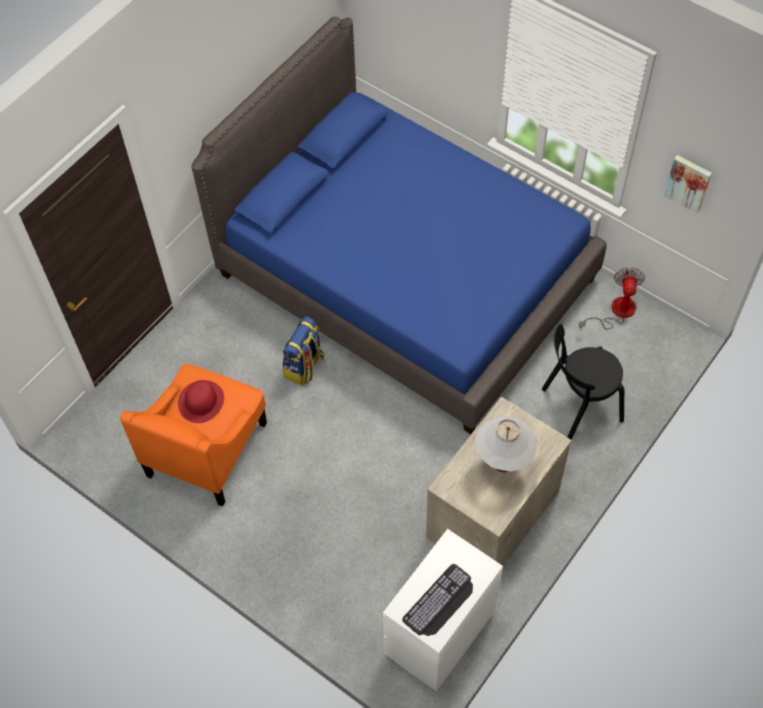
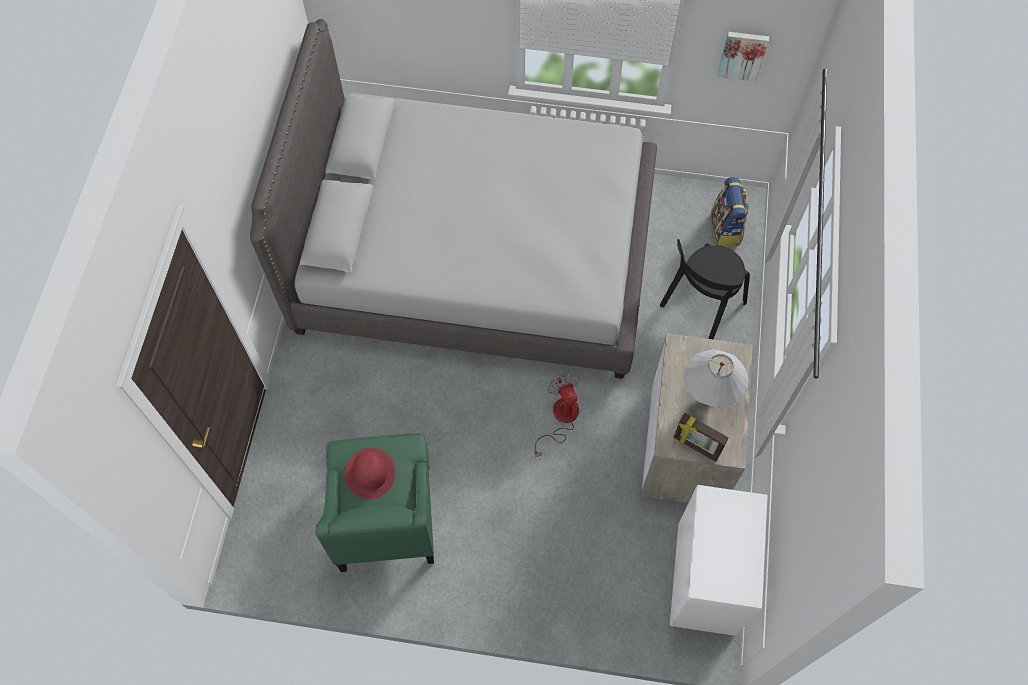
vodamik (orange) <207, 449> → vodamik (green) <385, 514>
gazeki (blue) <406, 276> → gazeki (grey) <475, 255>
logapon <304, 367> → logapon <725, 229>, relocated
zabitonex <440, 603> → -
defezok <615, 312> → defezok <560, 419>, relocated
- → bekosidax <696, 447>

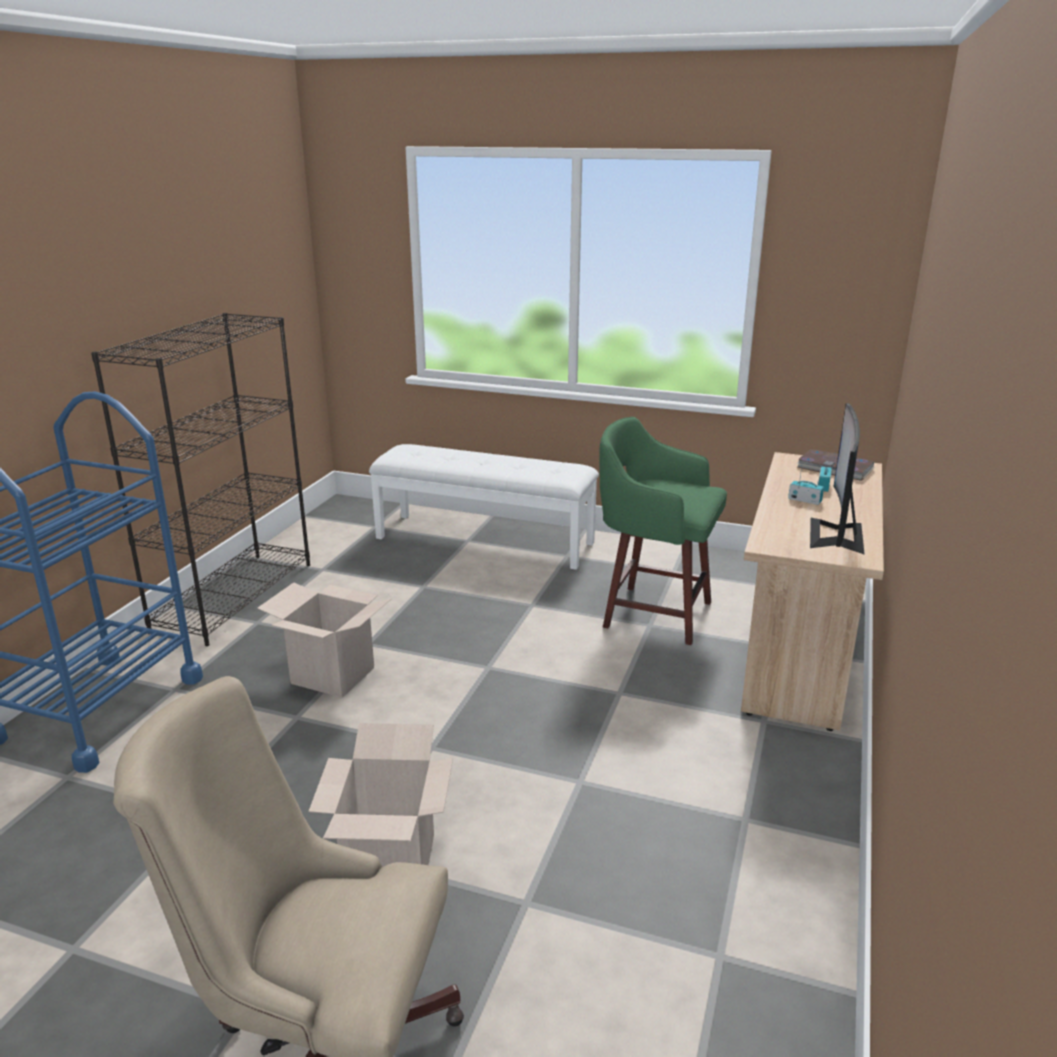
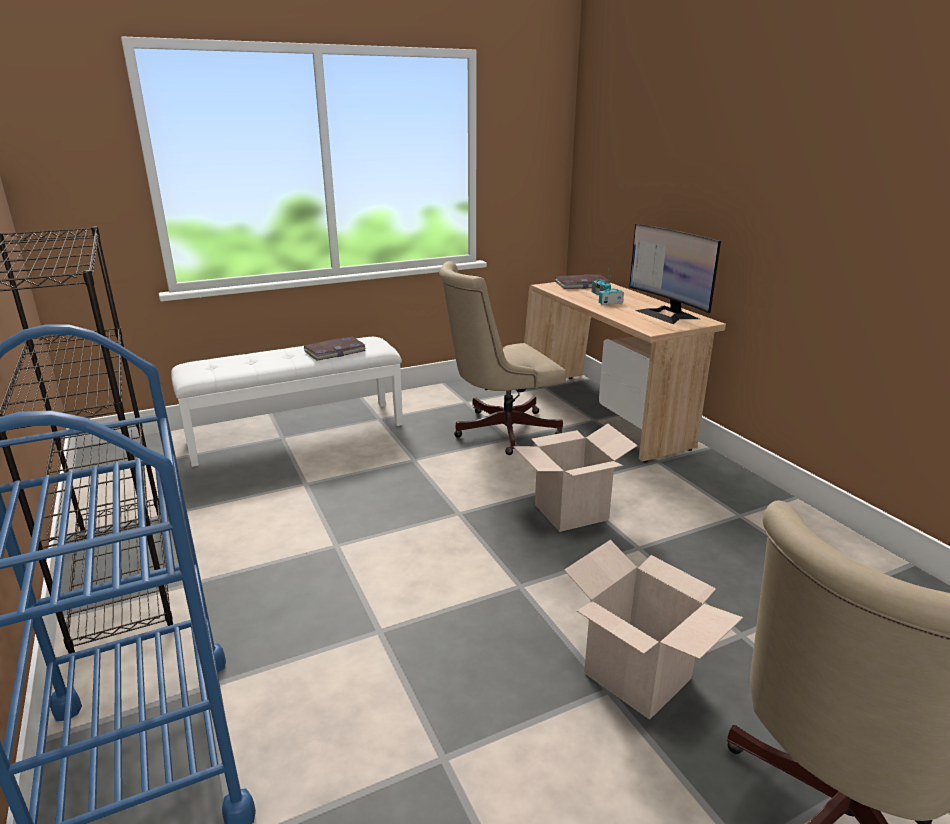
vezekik <333, 675> → vezekik <571, 512>, relocated
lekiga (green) <653, 613> → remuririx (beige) <499, 431>
- → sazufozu <335, 351>

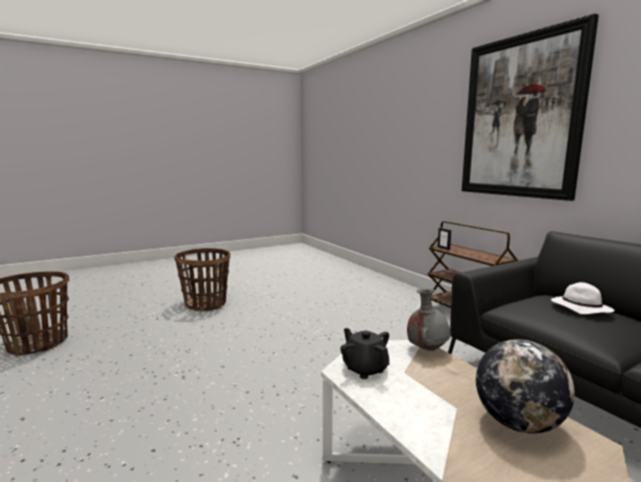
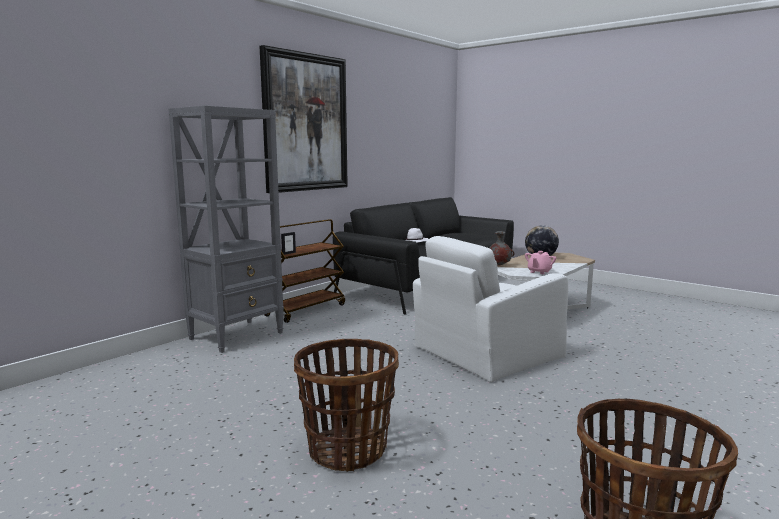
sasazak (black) <365, 369> → sasazak (pink) <539, 272>
- → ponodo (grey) <237, 335>
- → vodamik (white) <486, 352>

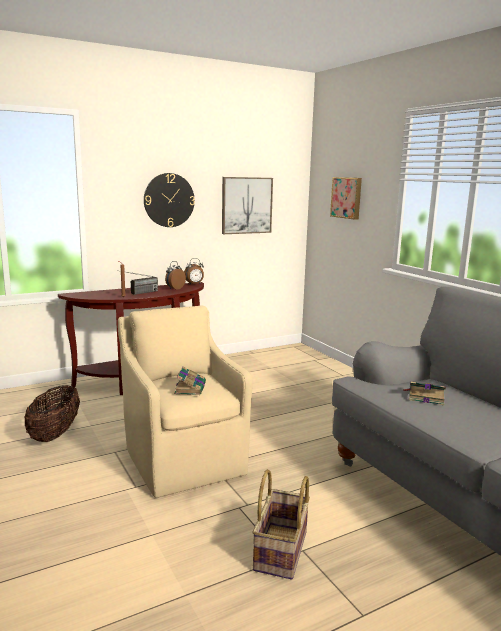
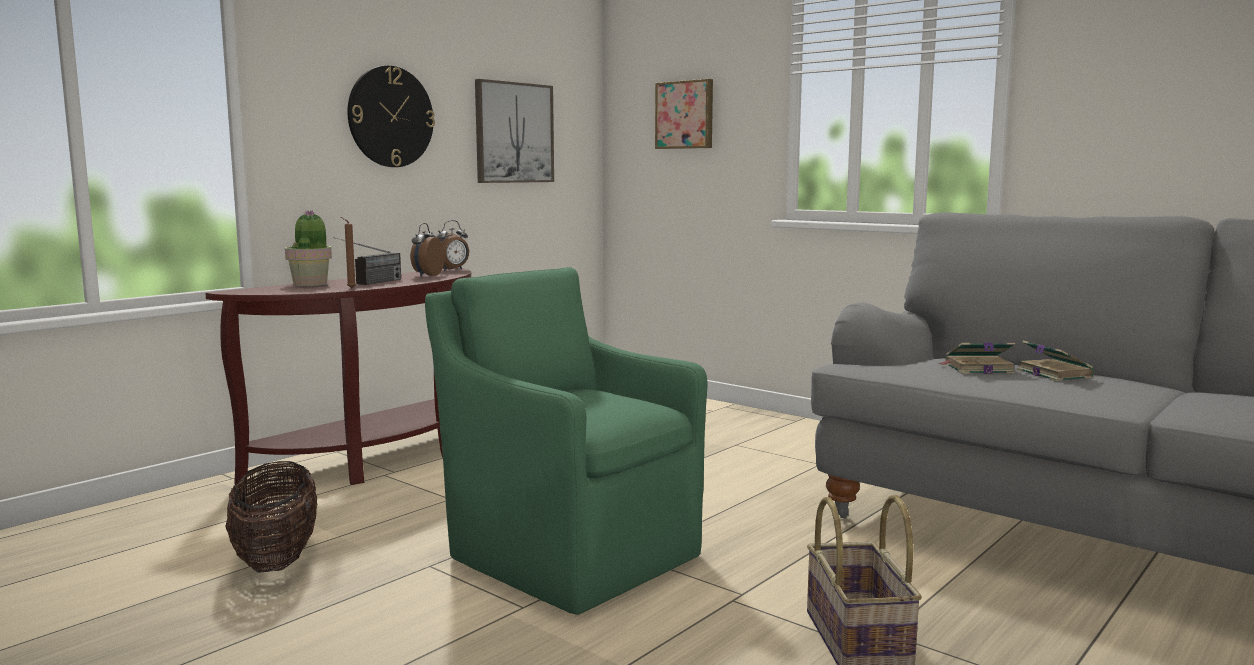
vodamik (beige) <184, 459> → vodamik (green) <570, 554>
sazufozu <190, 388> → sazufozu <1053, 373>, relocated
- → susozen <310, 284>

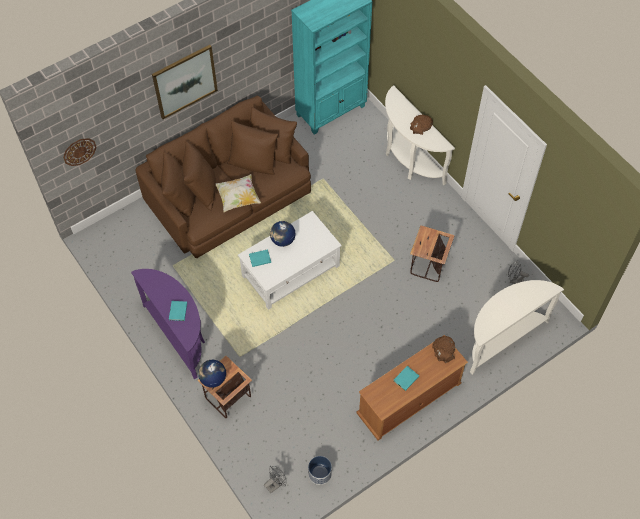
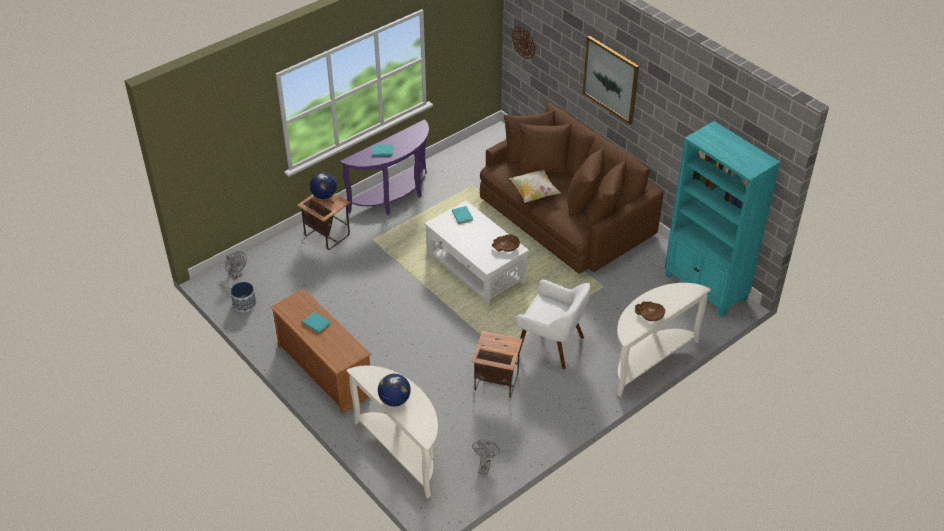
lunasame <283, 240> → lunasame <394, 400>, relocated
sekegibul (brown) <443, 351> → sekegibul (brown) <506, 247>, relocated
- → vodamik (white) <551, 345>

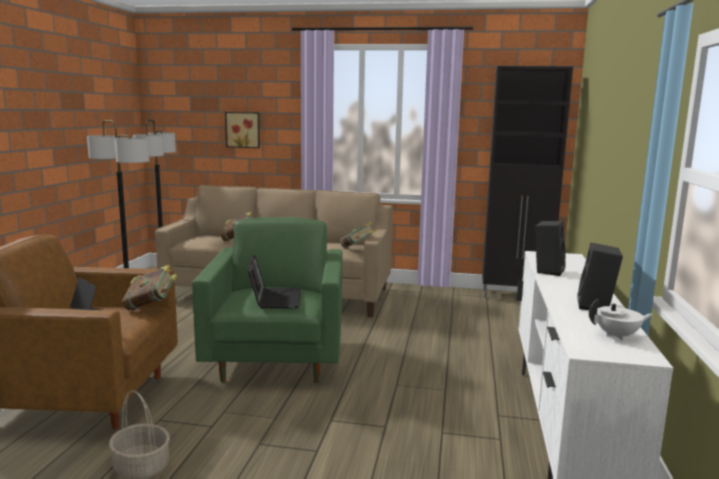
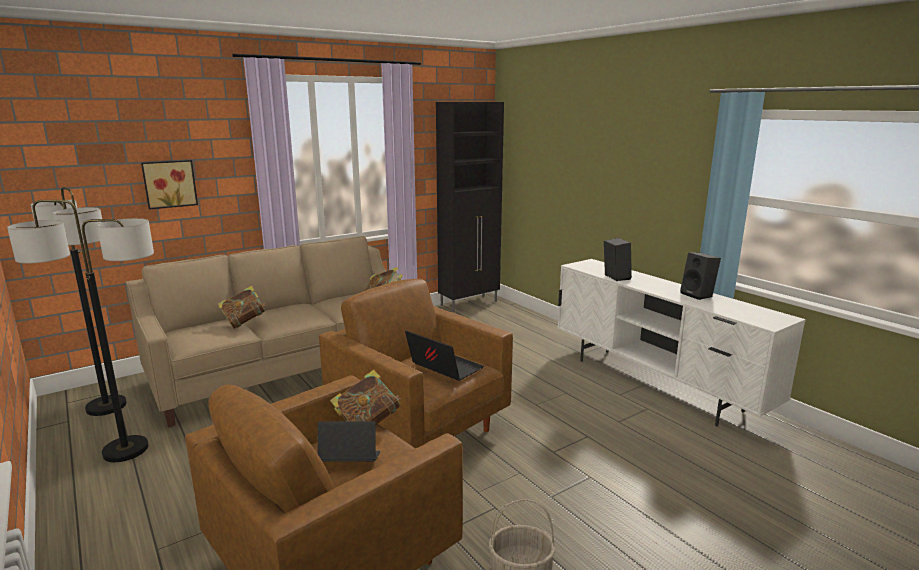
vodamik (green) <277, 359> → vodamik (brown) <420, 429>
sasazak (white) <617, 336> → -

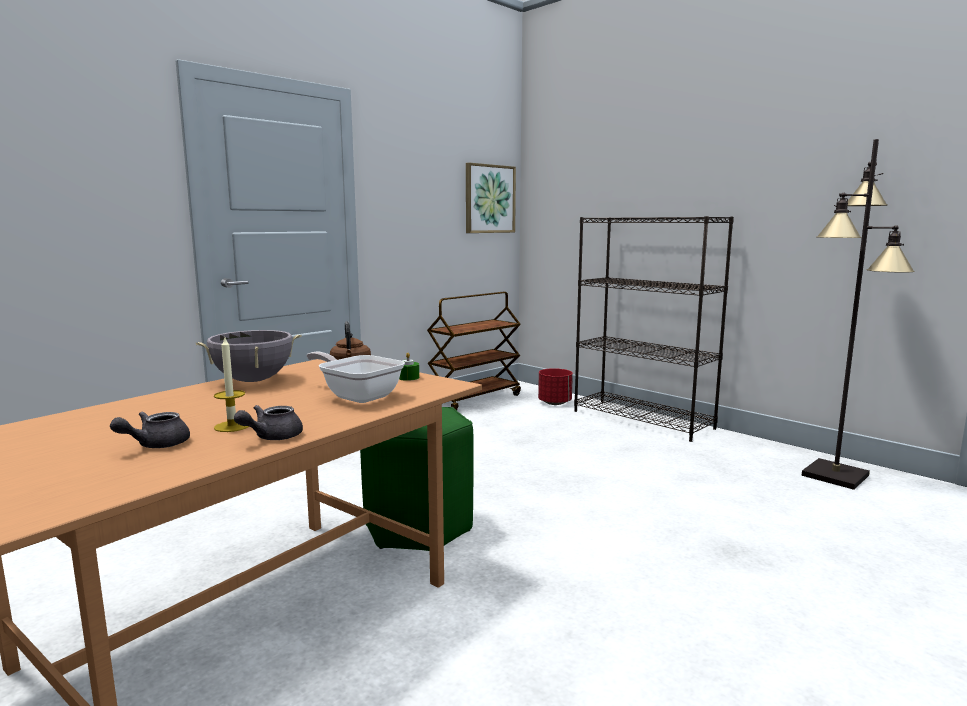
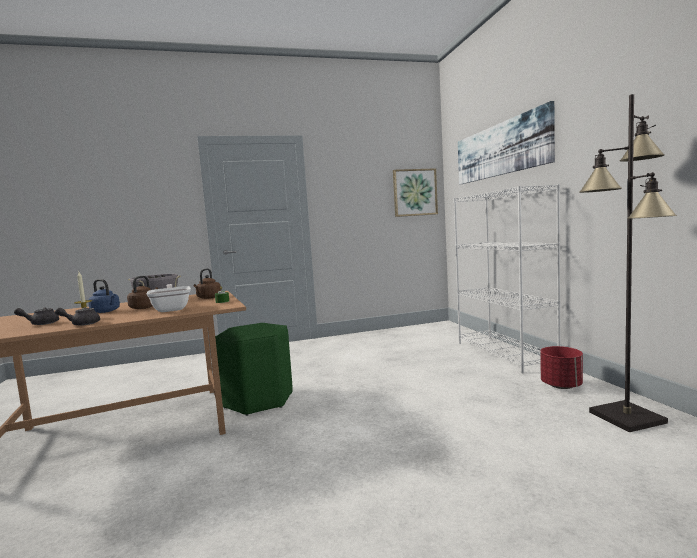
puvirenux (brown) <474, 399> → -
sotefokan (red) <554, 403> → sotefokan (red) <561, 385>, relocated
ponodo (black) <643, 420> → ponodo (white) <505, 353>
- → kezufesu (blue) <106, 311>
- → kezufesu (brown) <144, 307>
- → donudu <499, 150>

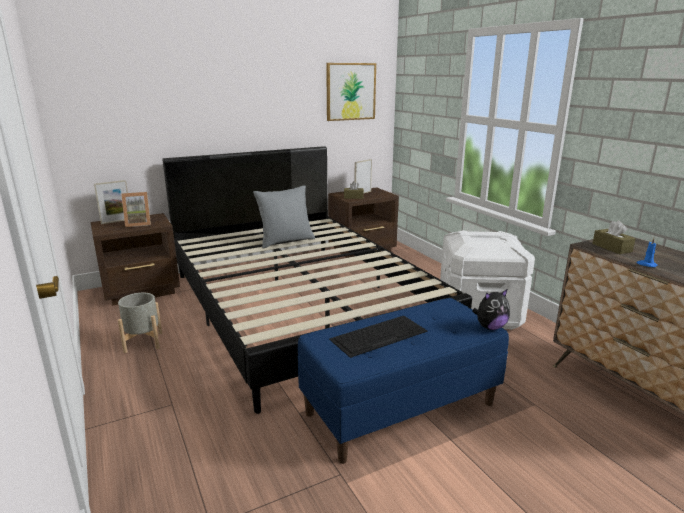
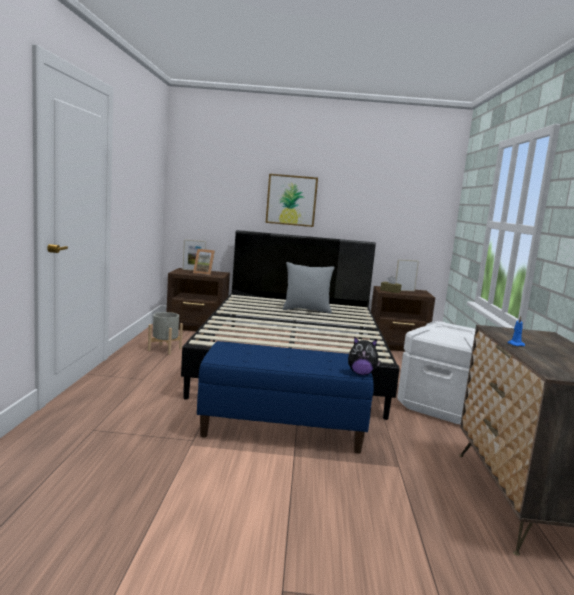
donudu <350, 91> → donudu <291, 200>, relocated
zabitonex <379, 335> → -
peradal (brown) <611, 248> → -

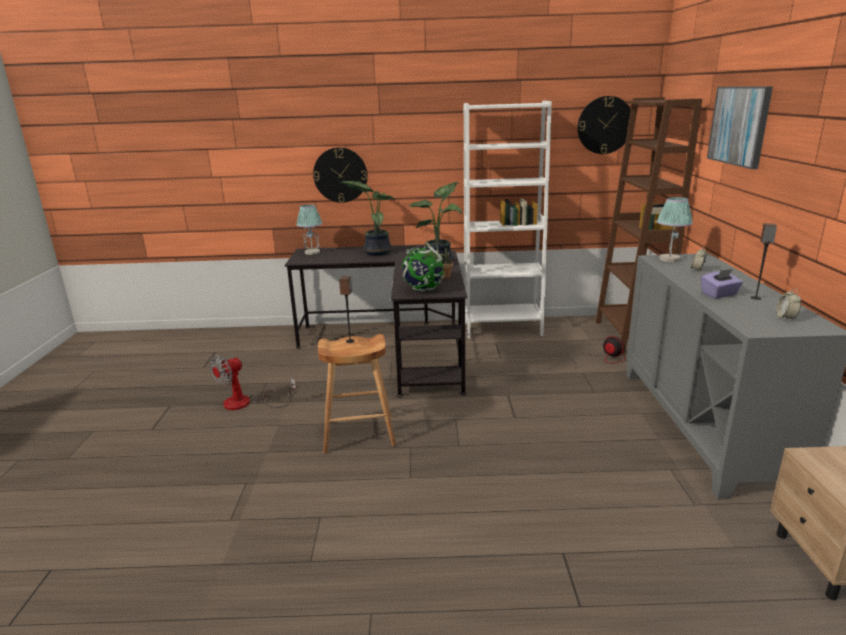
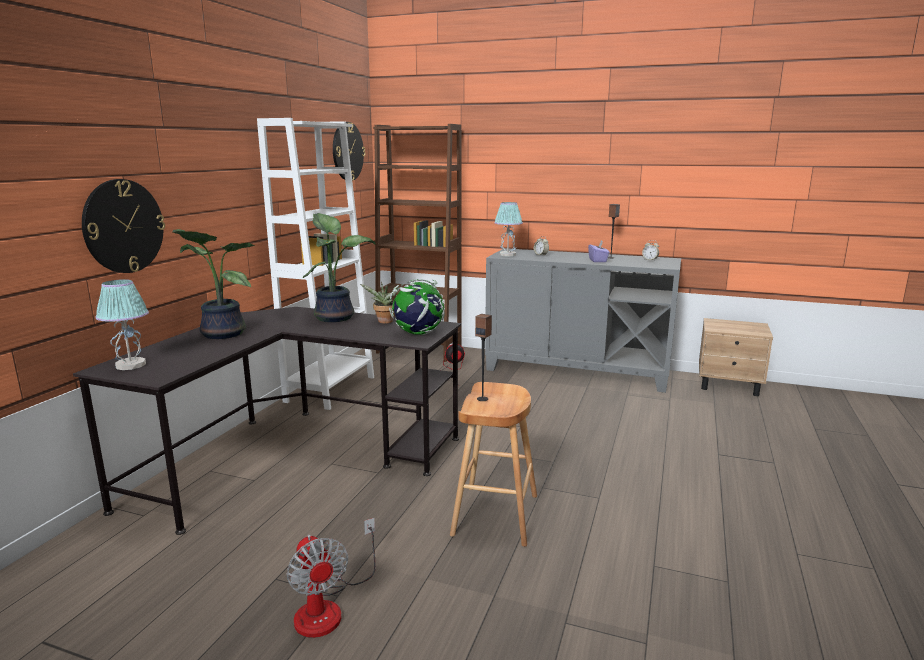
donudu <739, 125> → -

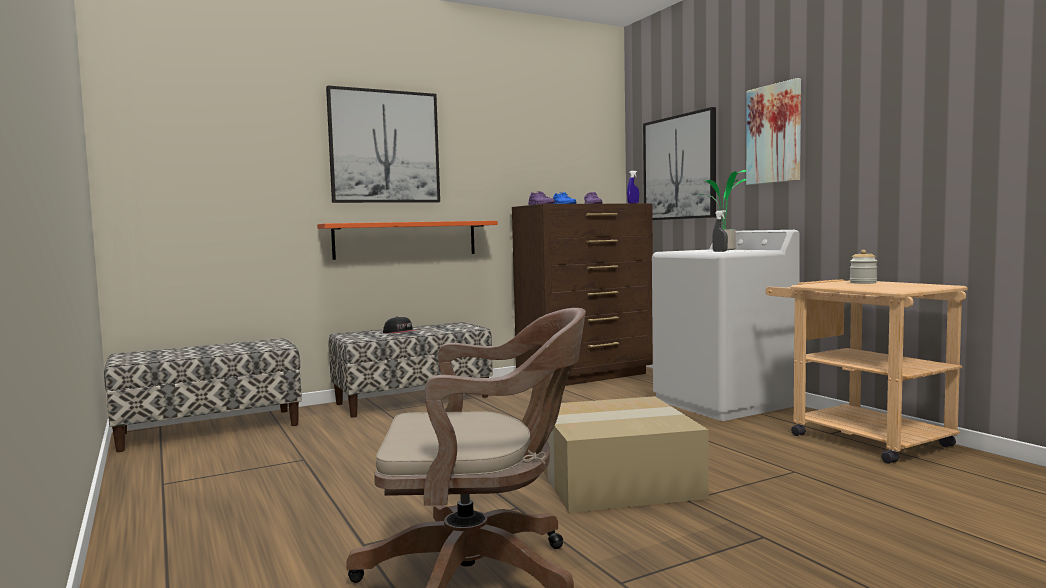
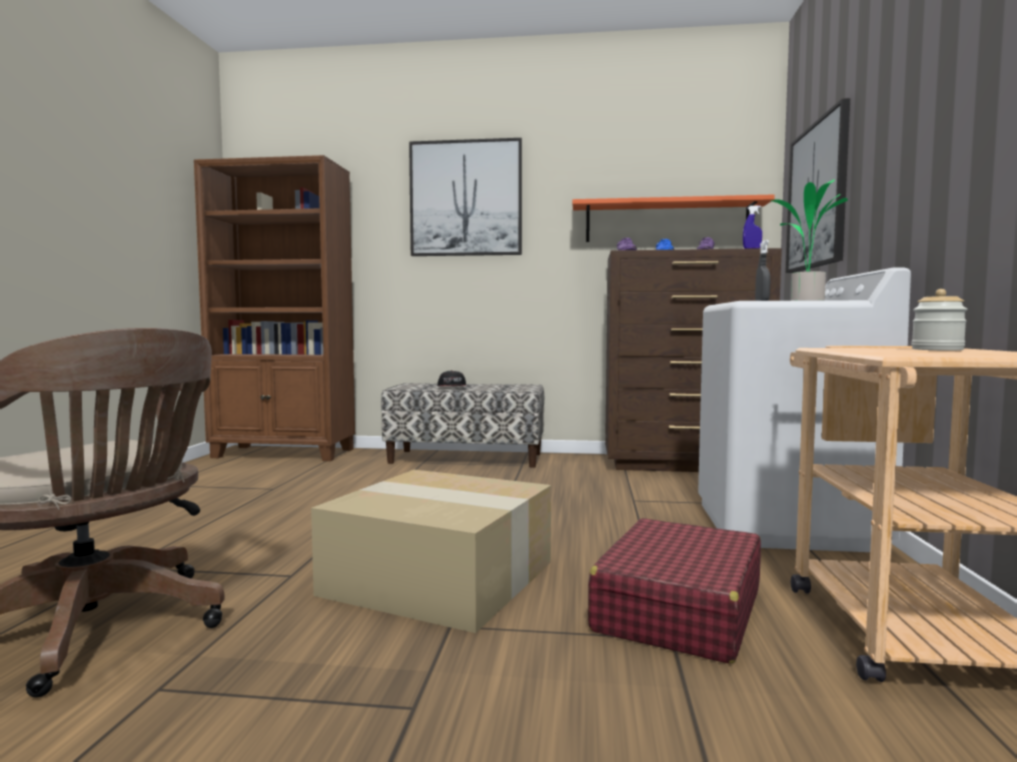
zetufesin <210, 429> → ponodo (brown) <284, 453>
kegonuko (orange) <406, 239> → kegonuko (orange) <666, 222>, relocated
donudu <774, 134> → -
- → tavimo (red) <678, 610>

